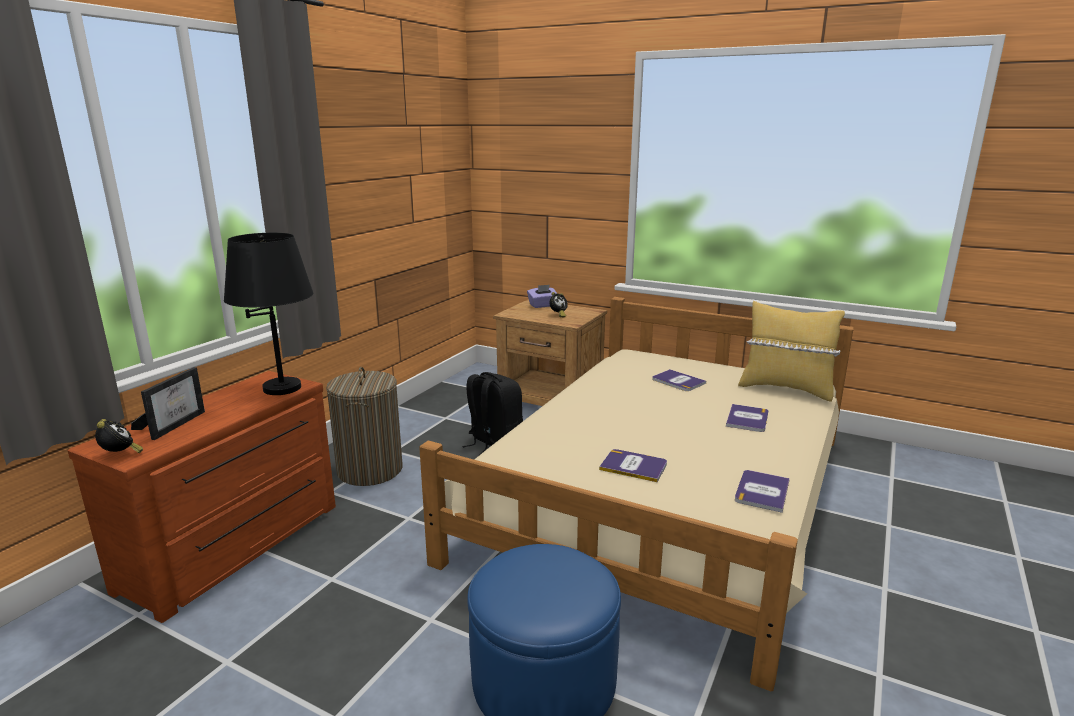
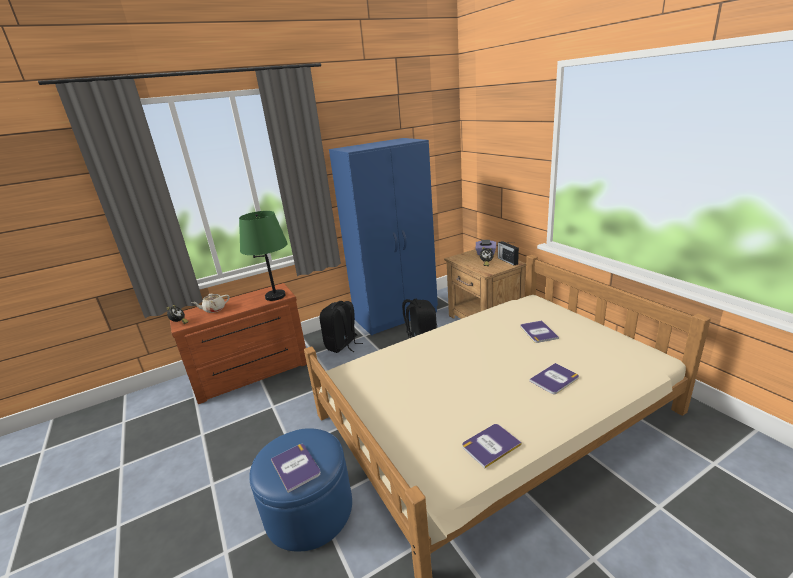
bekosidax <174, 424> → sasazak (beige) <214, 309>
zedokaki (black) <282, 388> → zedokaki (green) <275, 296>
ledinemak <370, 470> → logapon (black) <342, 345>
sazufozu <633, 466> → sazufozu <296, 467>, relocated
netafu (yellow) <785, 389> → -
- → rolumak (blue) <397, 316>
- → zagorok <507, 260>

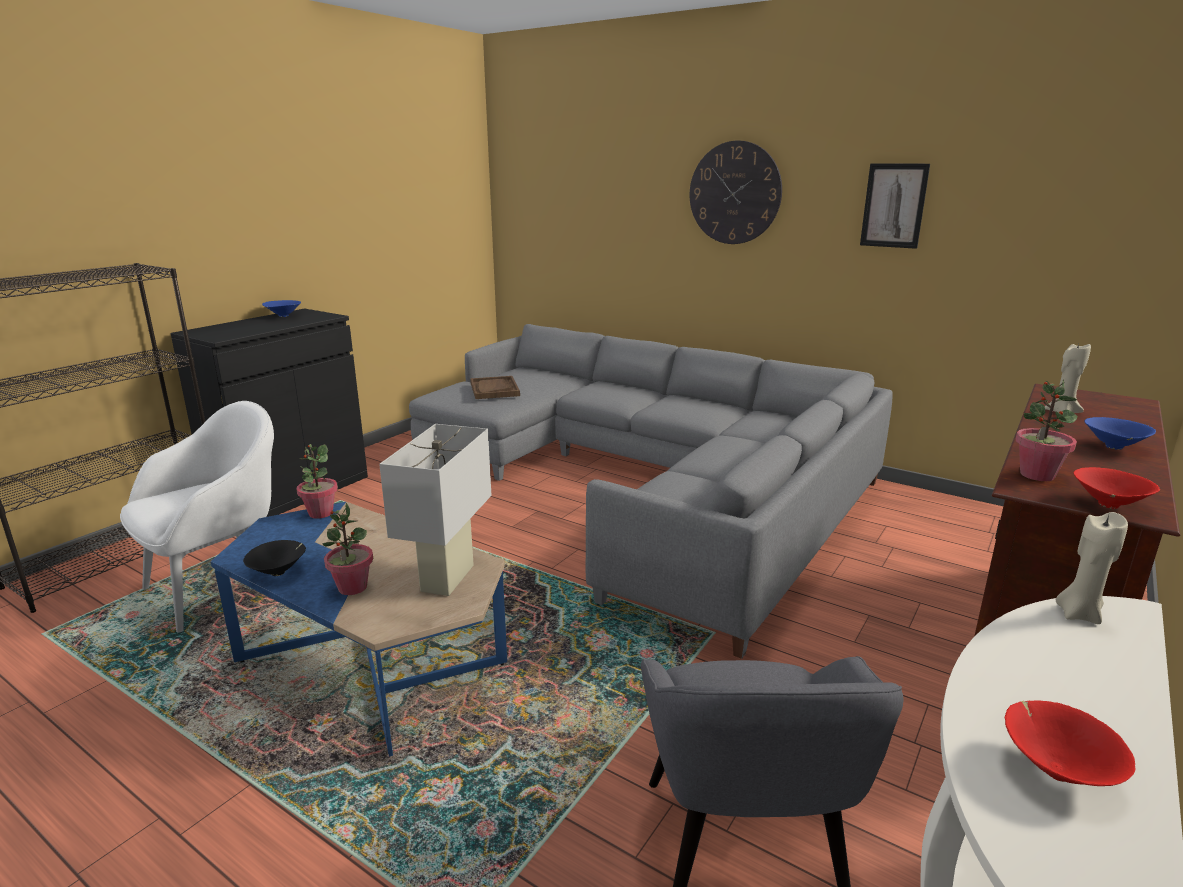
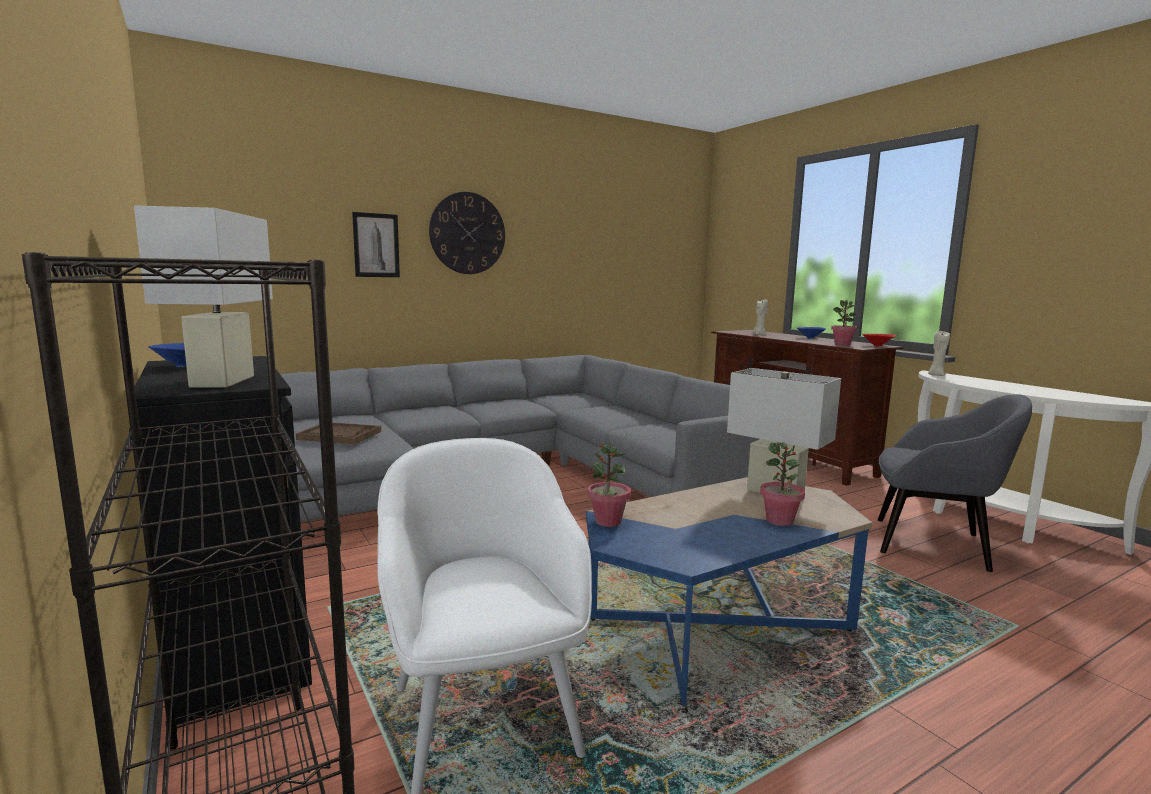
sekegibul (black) <279, 572> → -
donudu <894, 205> → donudu <376, 245>, relocated
sekegibul (red) <1055, 769> → -
- → zedokaki (white) <223, 381>

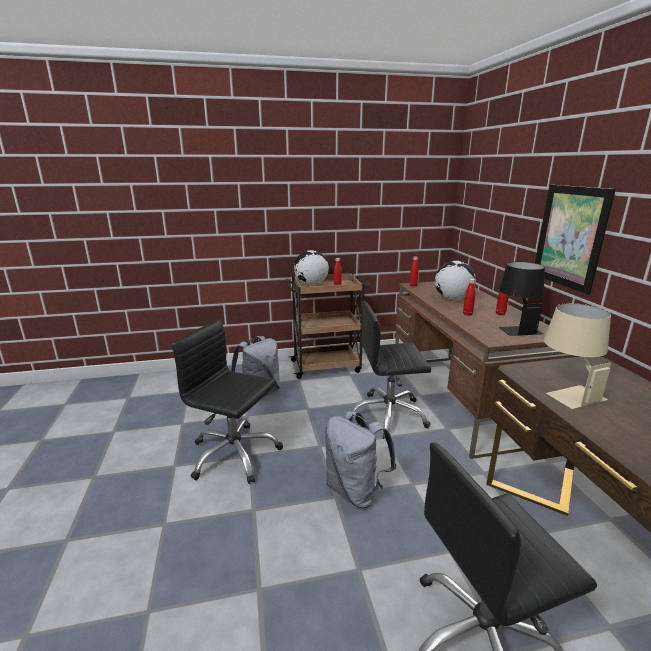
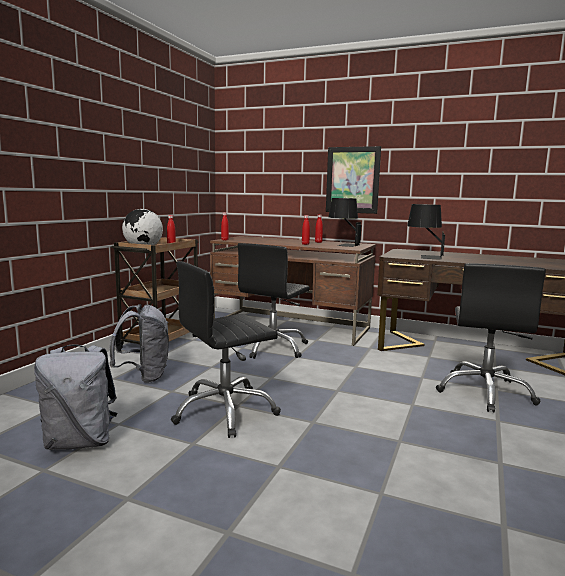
logapon (grey) <355, 491> → logapon (grey) <80, 442>, relocated
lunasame <452, 299> → -
zedokaki (beige) <566, 391> → zedokaki (black) <424, 256>

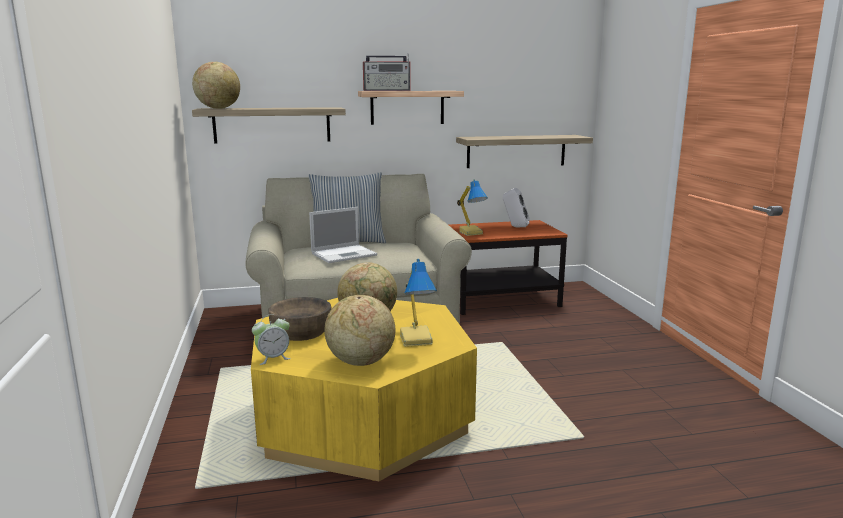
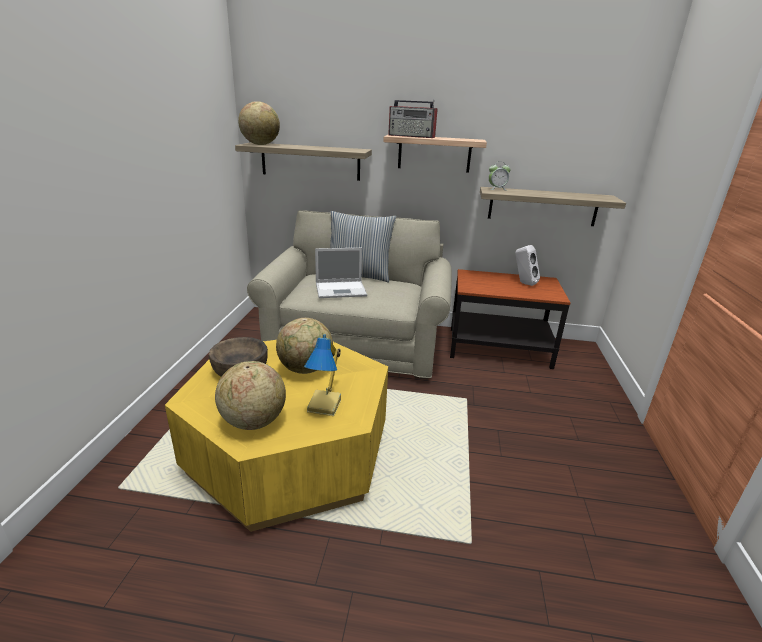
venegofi <273, 358> → venegofi <497, 189>, relocated
zedokaki <471, 232> → -

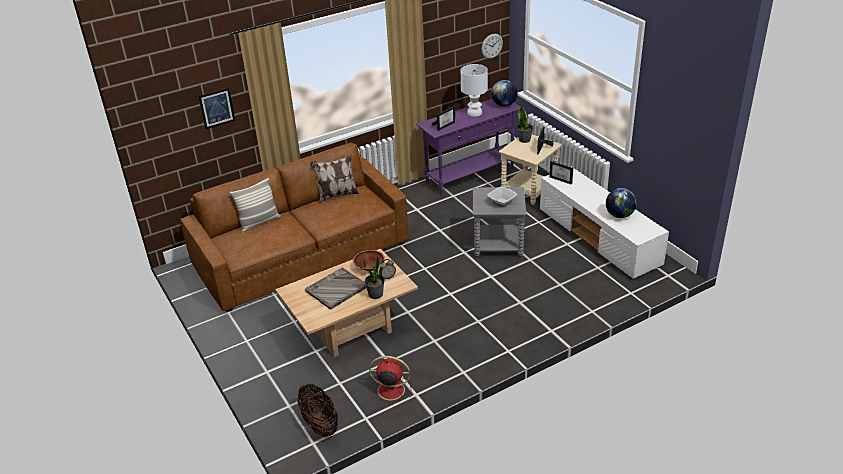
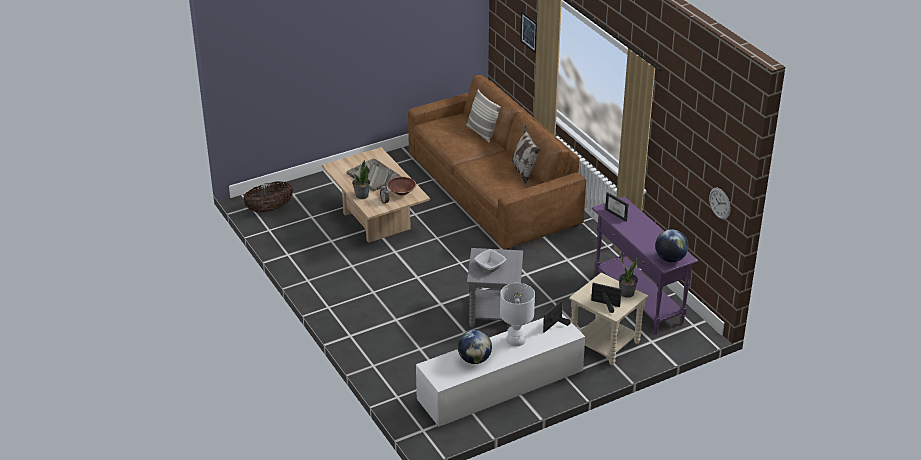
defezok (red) <389, 390> → -
zedokaki (white) <474, 113> → zedokaki (white) <516, 339>, relocated

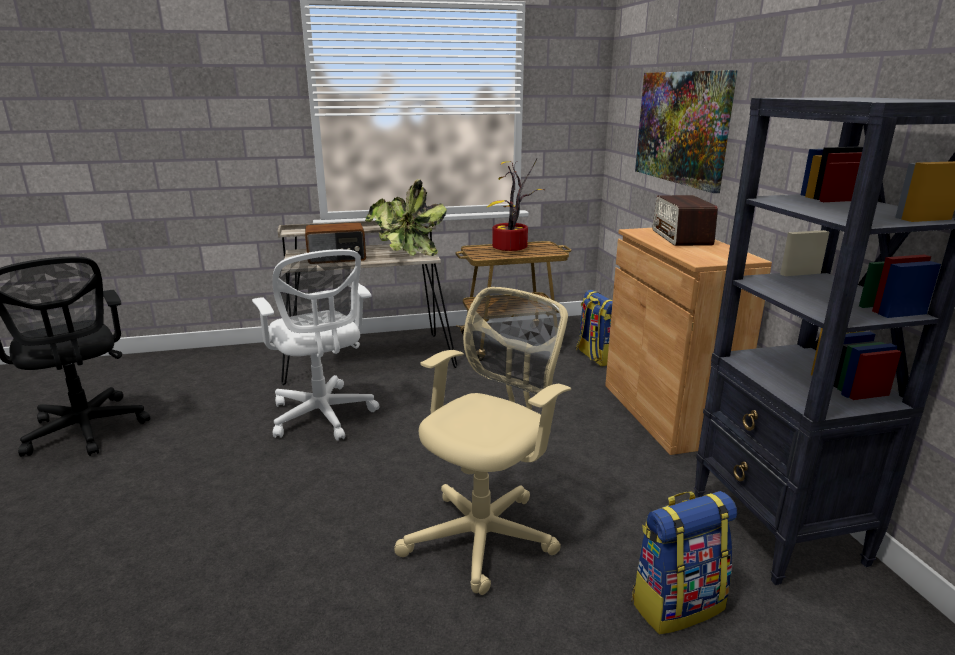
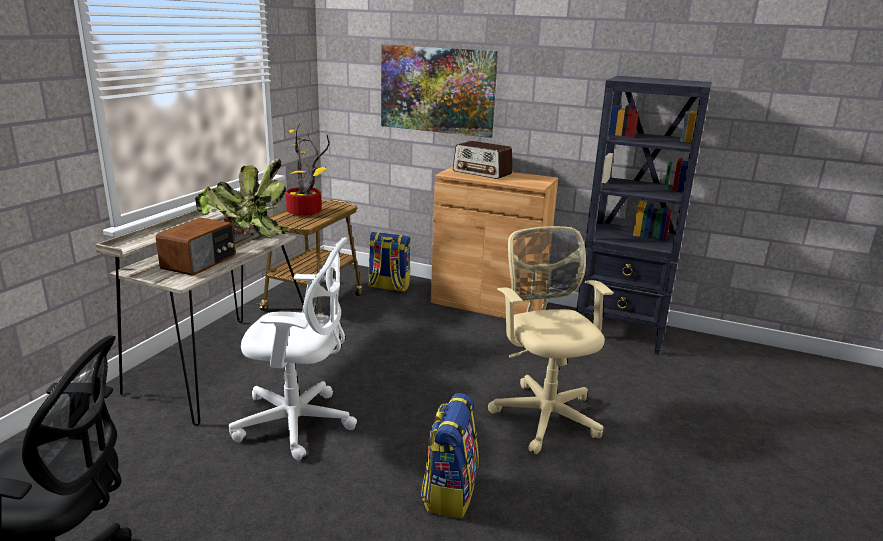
logapon <676, 603> → logapon <449, 492>, relocated

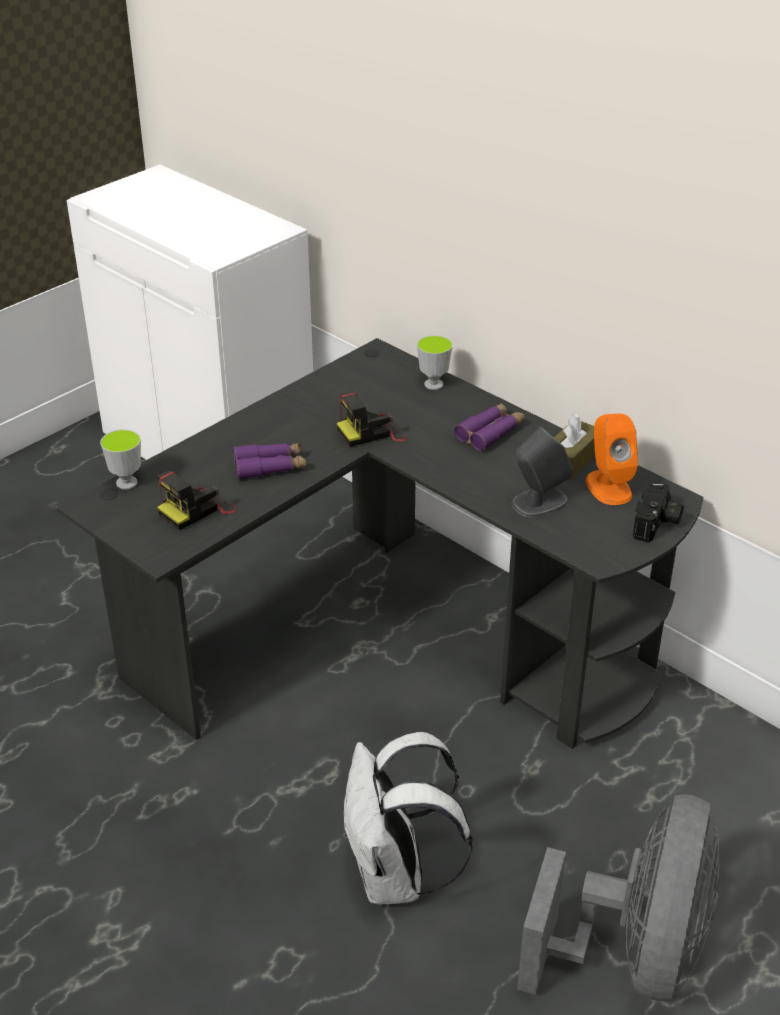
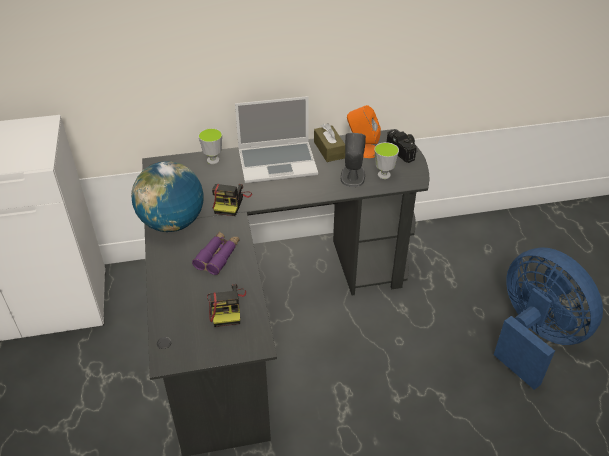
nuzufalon <126, 483> → nuzufalon <384, 175>, relocated
logapon (white) <395, 877> → -
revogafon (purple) <490, 432> → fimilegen <278, 163>
defezok (grey) <633, 954> → defezok (blue) <534, 337>
- → lunasame <172, 223>

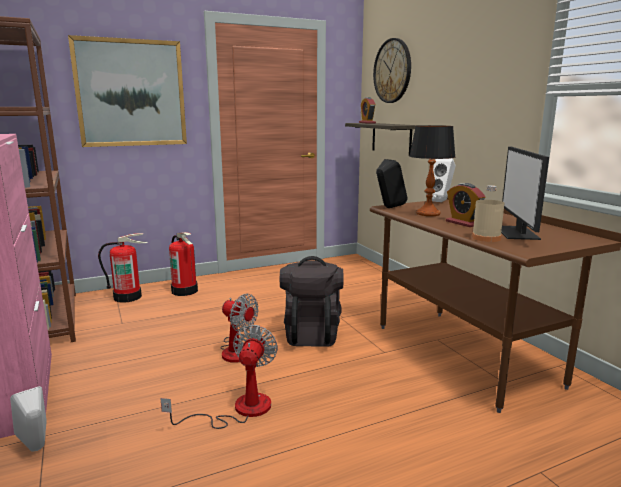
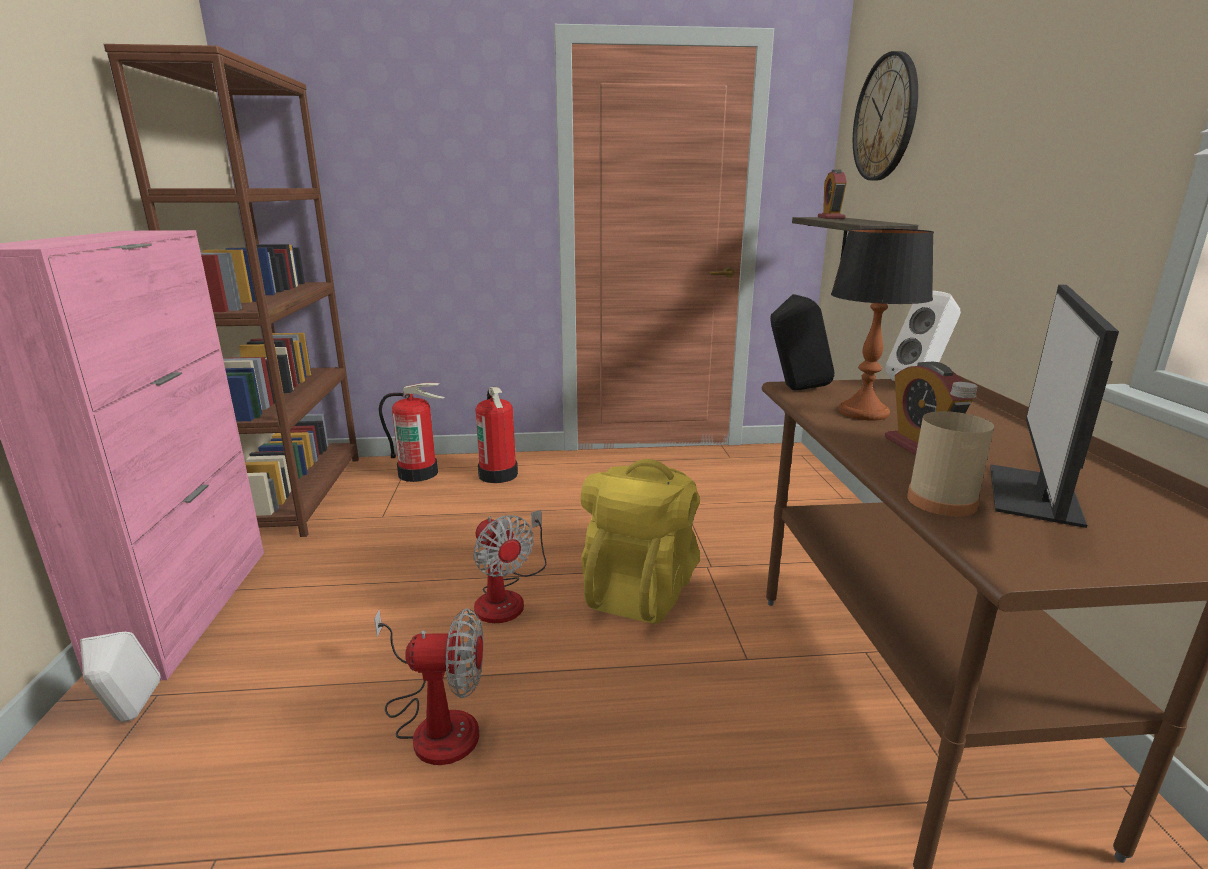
donudu <131, 93> → -
defezok <239, 410> → defezok <435, 723>, 60 degrees clockwise
logapon (black) <311, 333> → logapon (yellow) <640, 589>

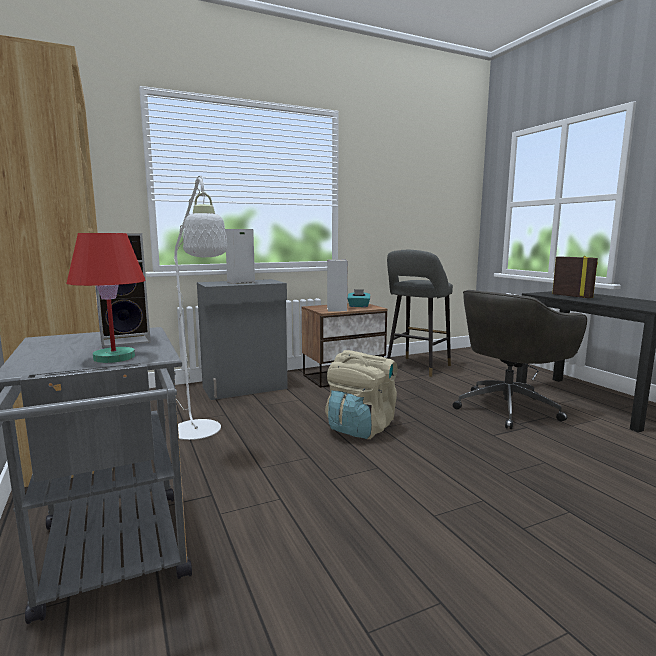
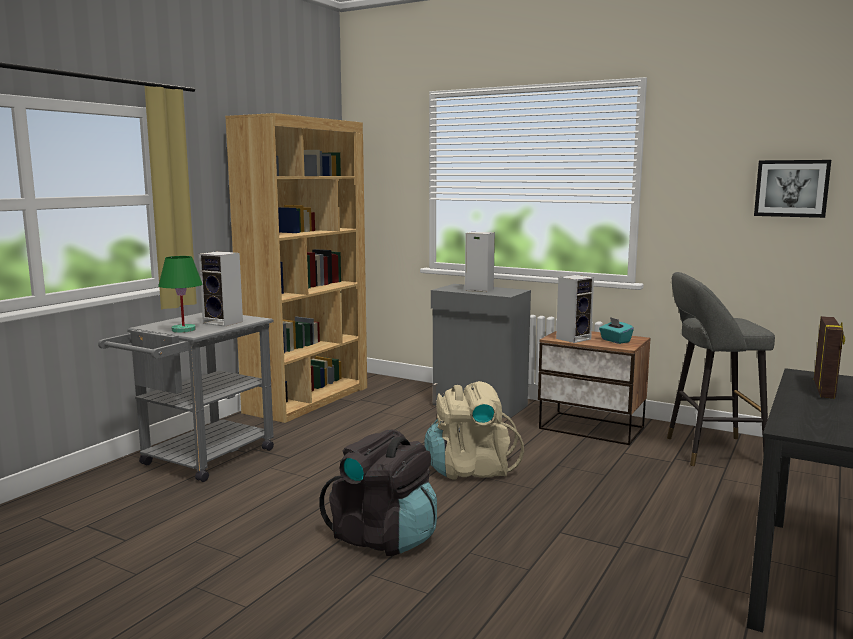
zedokaki (red) <115, 357> → zedokaki (green) <184, 330>
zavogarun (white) <200, 434> → -
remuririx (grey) <509, 408> → -
- → logapon (black) <384, 538>
- → donudu <791, 188>

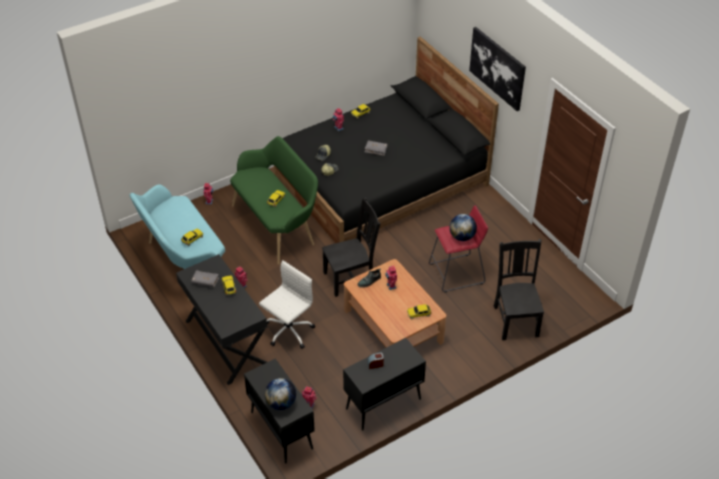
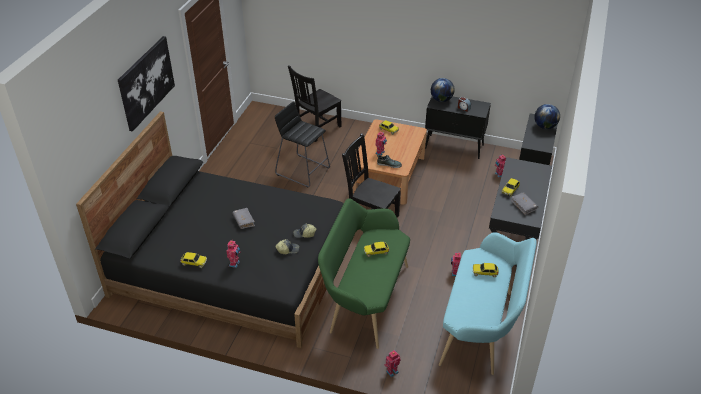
remuririx (white) <288, 331> → -
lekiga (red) <456, 273> → lekiga (black) <303, 171>
lunasame <462, 237> → lunasame <441, 100>, relocated

